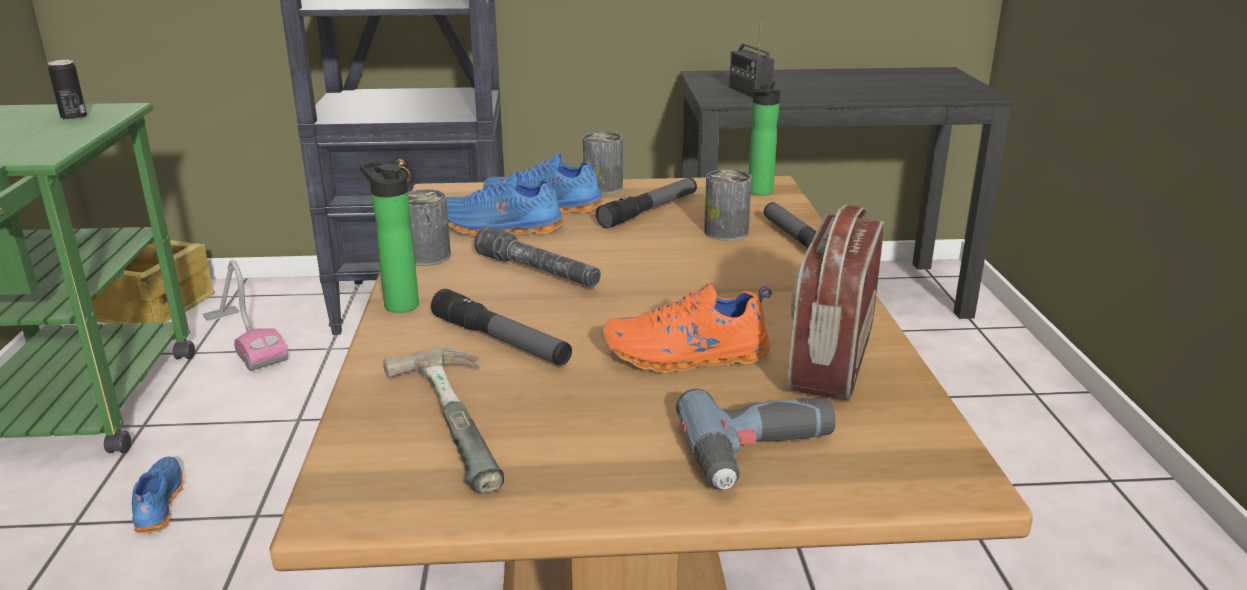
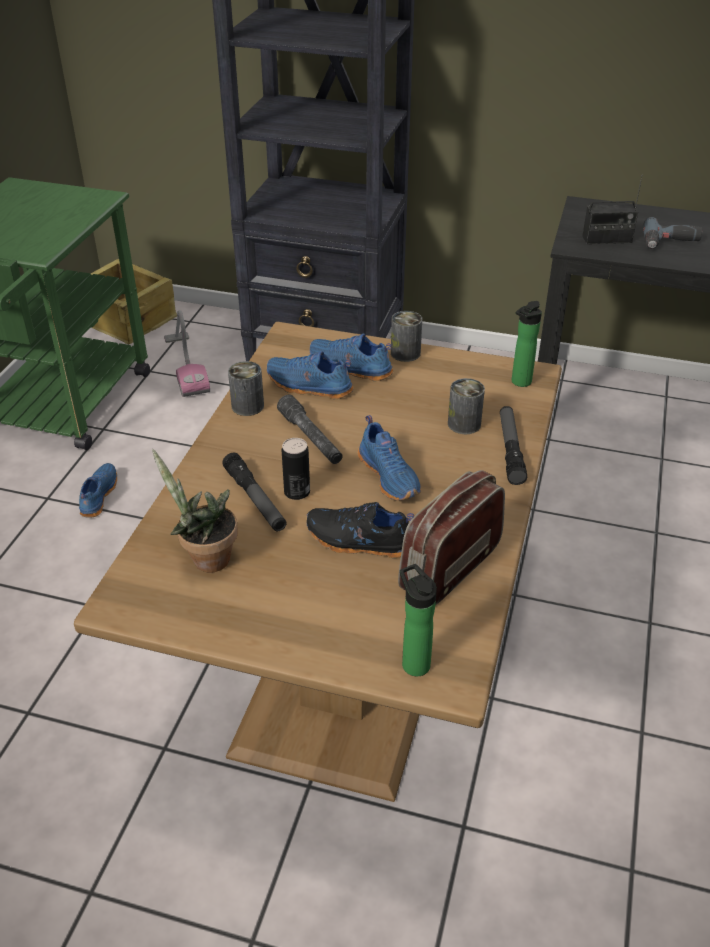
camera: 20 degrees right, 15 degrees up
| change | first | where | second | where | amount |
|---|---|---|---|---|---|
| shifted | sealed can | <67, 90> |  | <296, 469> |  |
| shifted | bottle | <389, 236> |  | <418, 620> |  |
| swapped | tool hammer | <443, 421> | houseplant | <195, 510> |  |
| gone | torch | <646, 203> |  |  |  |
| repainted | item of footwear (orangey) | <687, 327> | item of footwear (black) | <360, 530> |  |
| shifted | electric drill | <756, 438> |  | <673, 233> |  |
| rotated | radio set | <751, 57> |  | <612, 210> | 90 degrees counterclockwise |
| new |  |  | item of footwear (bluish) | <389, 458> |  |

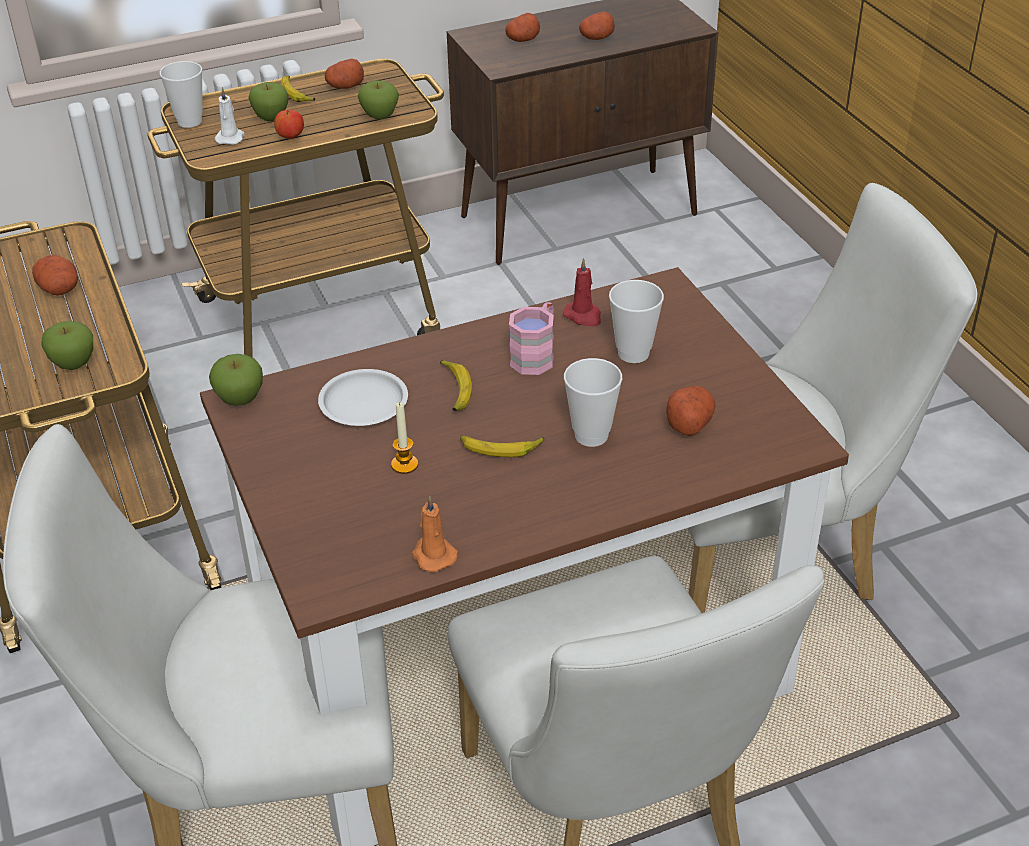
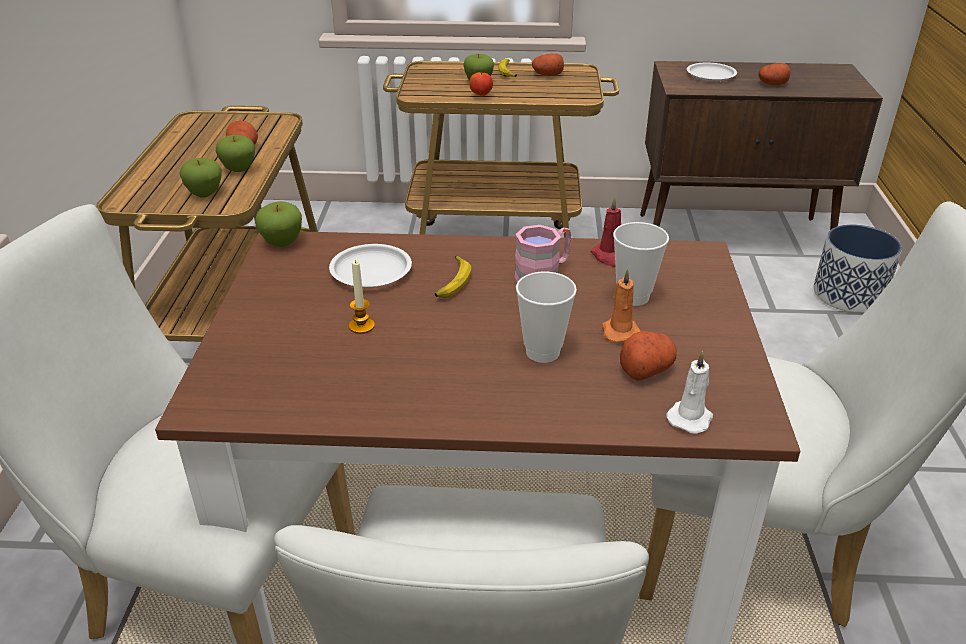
camera: 25 degrees right, 5 degrees down
| change | first | where | second | where | amount |
|---|---|---|---|---|---|
| gone | drinking cup | <181, 94> |  |  |  |
| shifted | wax light (whitish) | <230, 116> |  | <689, 392> |  |
| shifted | apple fruit | <378, 100> |  | <235, 153> |  |
| shifted | wax light (orangey) | <434, 533> |  | <621, 305> |  |
| gone | whole banana | <502, 446> |  |  |  |
| swapped | whole potato | <522, 27> | dinner plate (whitish) | <712, 71> |  |
| new |  |  | flower pot | <857, 269> |  |

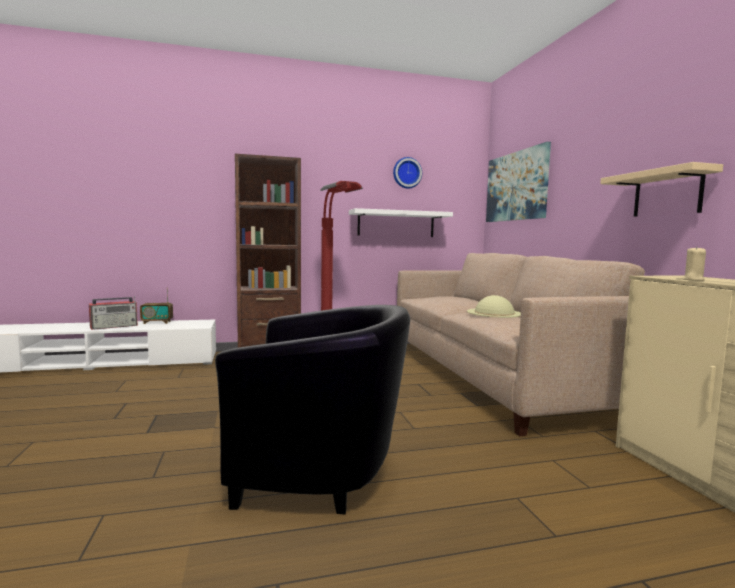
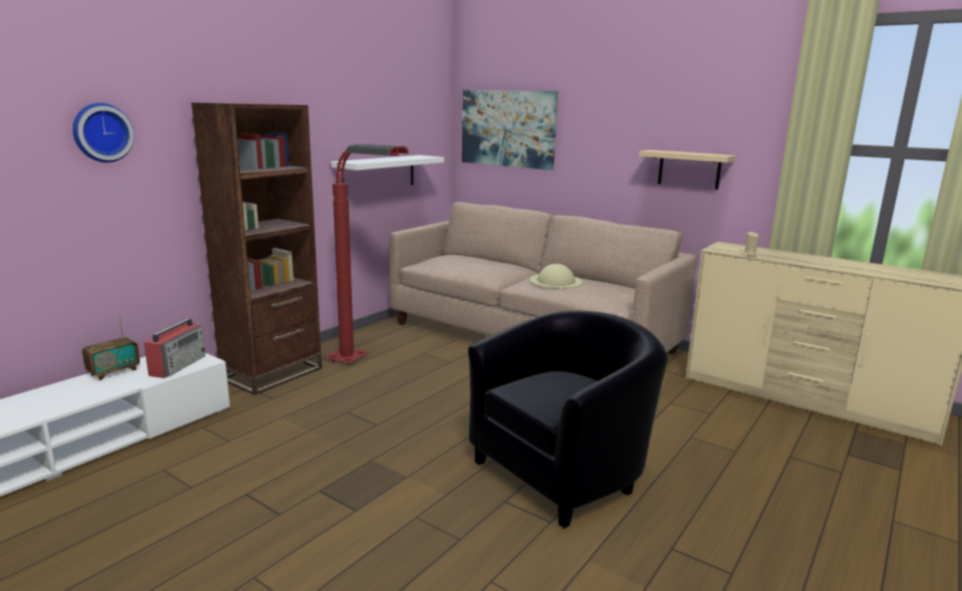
camera: 40 degrees left, 10 degrees up
| change | first | where | second | where | amount |
|---|---|---|---|---|---|
| shifted | radio set | <113, 313> |  | <175, 347> |  |
| shifted | hanging clock | <407, 173> |  | <103, 133> |  |

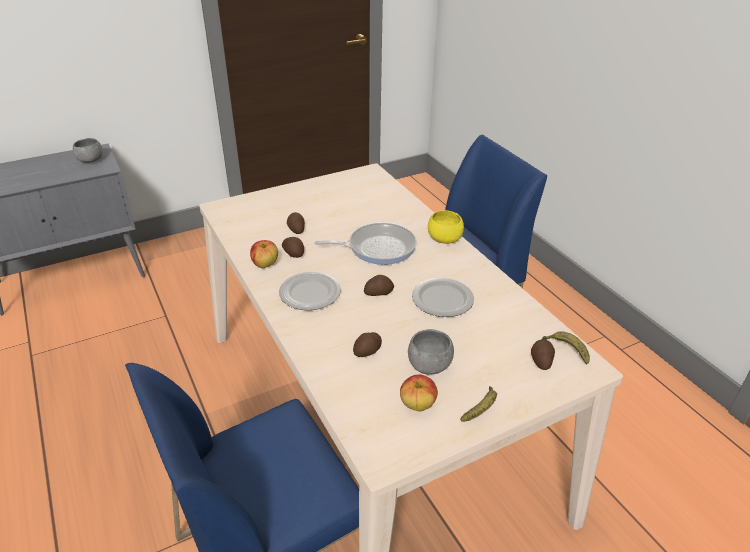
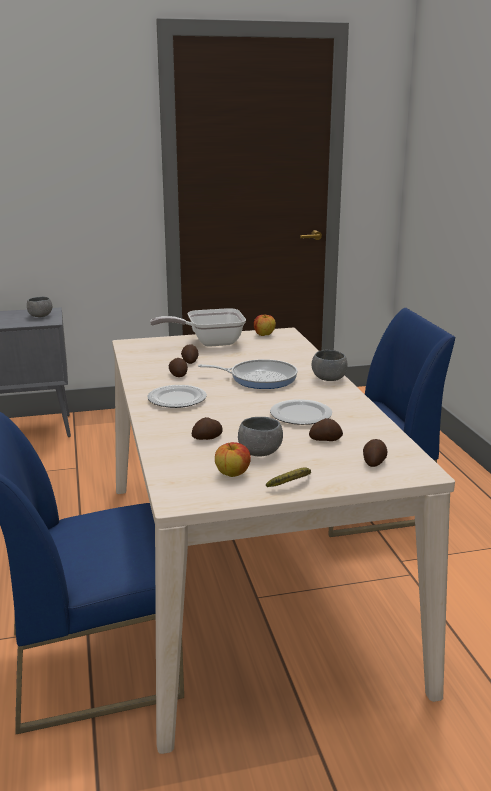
camera: 15 degrees right, 15 degrees down
| change | first | where | second | where | amount |
|---|---|---|---|---|---|
| shifted | apple fruit | <264, 254> |  | <265, 325> |  |
| shifted | whole potato | <379, 285> |  | <326, 429> |  |
| repainted | bowl (yellow-coloured) | <446, 227> | bowl (greyish) | <330, 365> |  |
| gone | whole banana | <566, 348> |  |  |  |
| new |  |  | frying pan | <198, 327> |  |

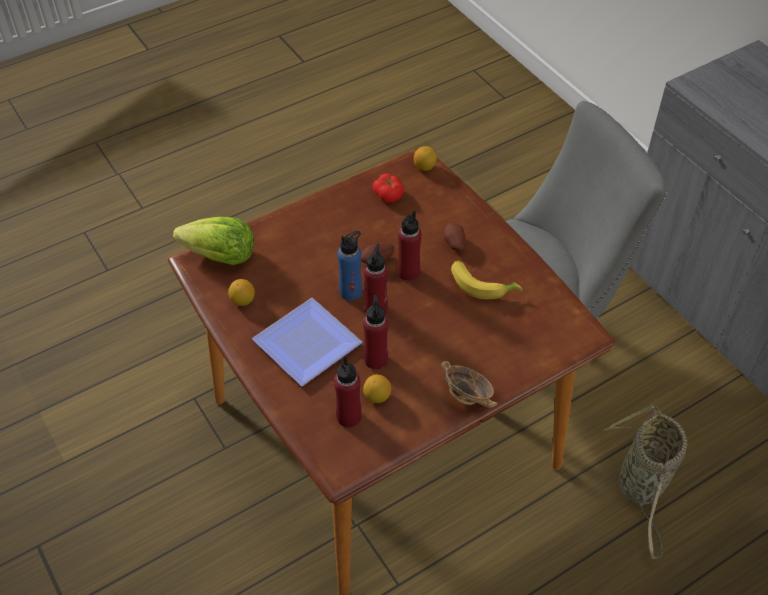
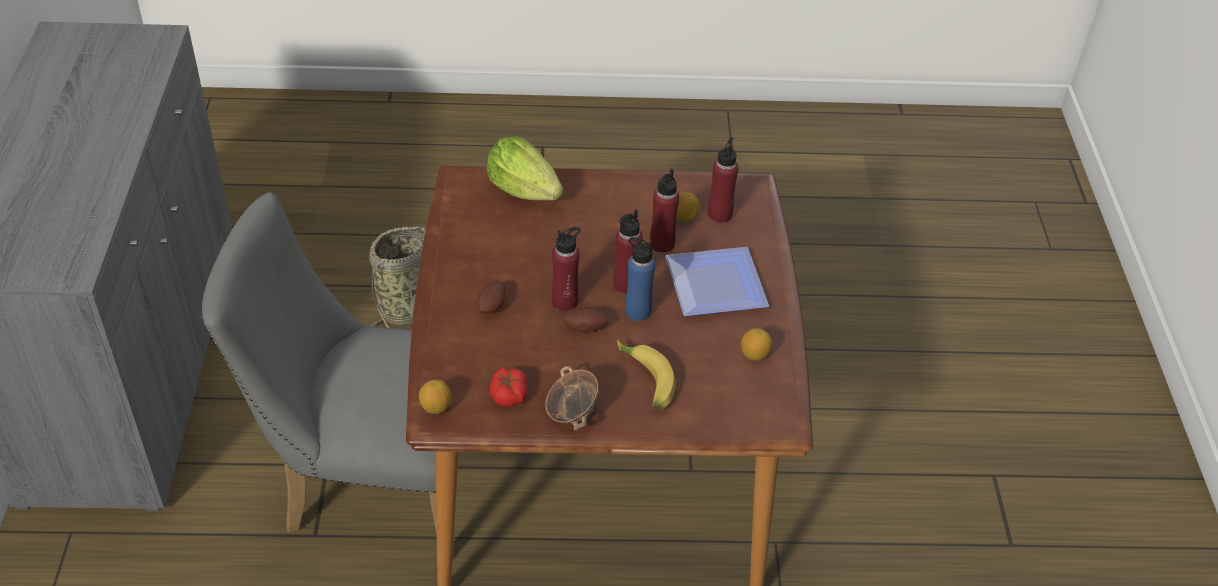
camera: 150 degrees left, 5 degrees down
| change | first | where | second | where | amount |
|---|---|---|---|---|---|
| shifted | head of lettuce | <213, 241> |  | <525, 168> |  |
| shifted | bowl | <469, 384> |  | <572, 398> |  |
| shifted | whole banana | <487, 279> |  | <646, 374> |  |

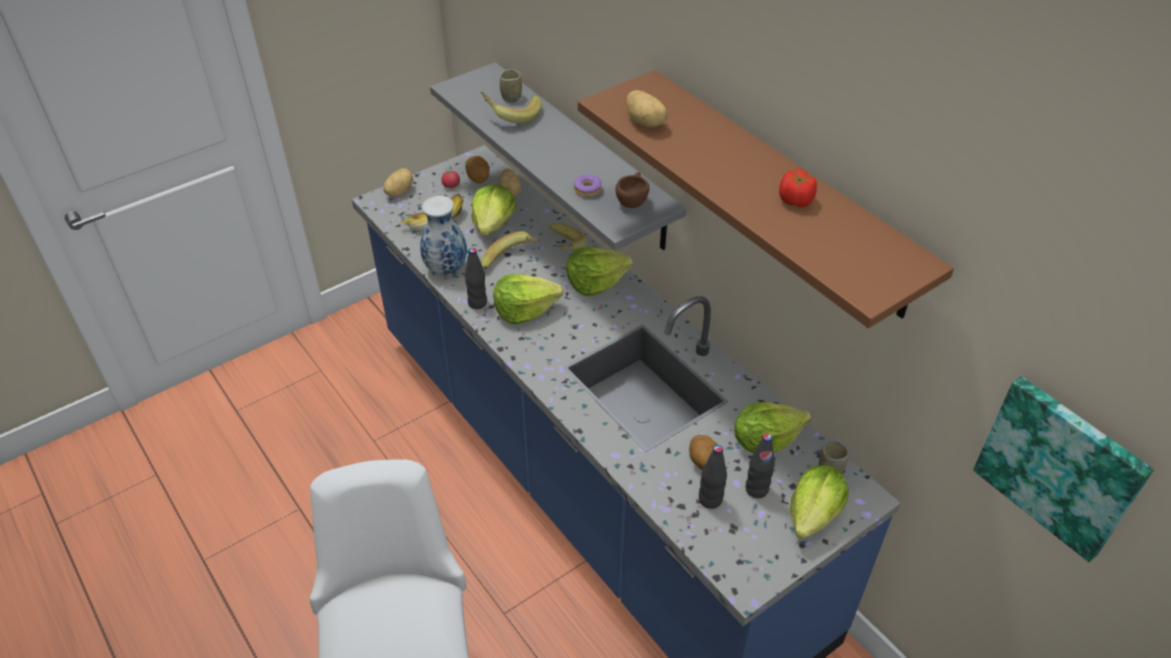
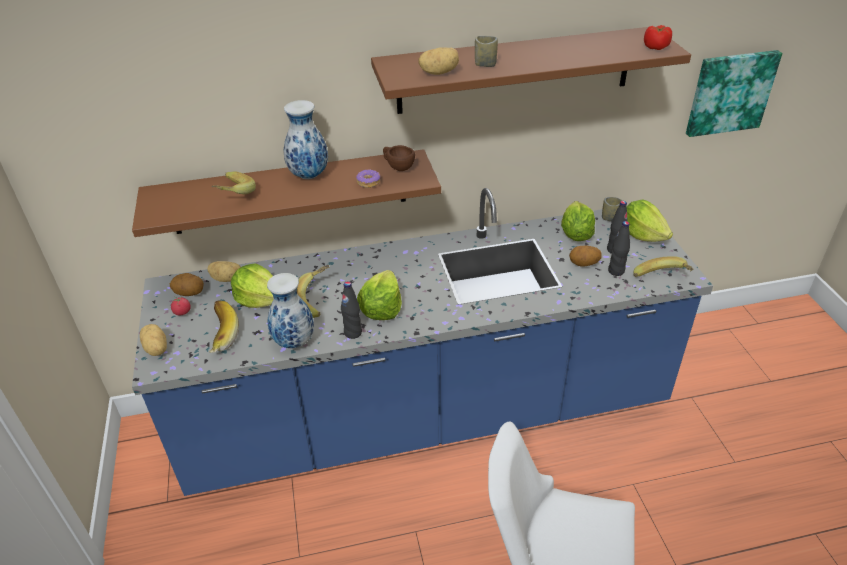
camera: 65 degrees left, 5 degrees down
| change | first | where | second | where | amount |
|---|---|---|---|---|---|
| repainted | bracket shelf (greyish) | <558, 156> | bracket shelf (brown-coloured) | <286, 193> |  |
| shifted | drinking cup | <511, 86> |  | <486, 51> |  |
| shifted | whole banana | <569, 236> |  | <663, 266> |  |
| gone | head of lettuce | <599, 271> |  |  |  |
| shifted | tomato | <798, 188> |  | <658, 37> |  |
| new |  |  | decorative vase | <306, 139> |  |

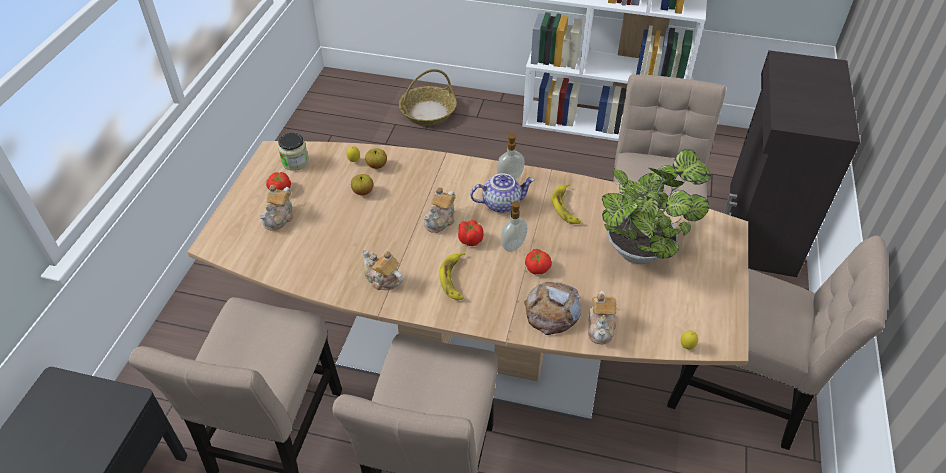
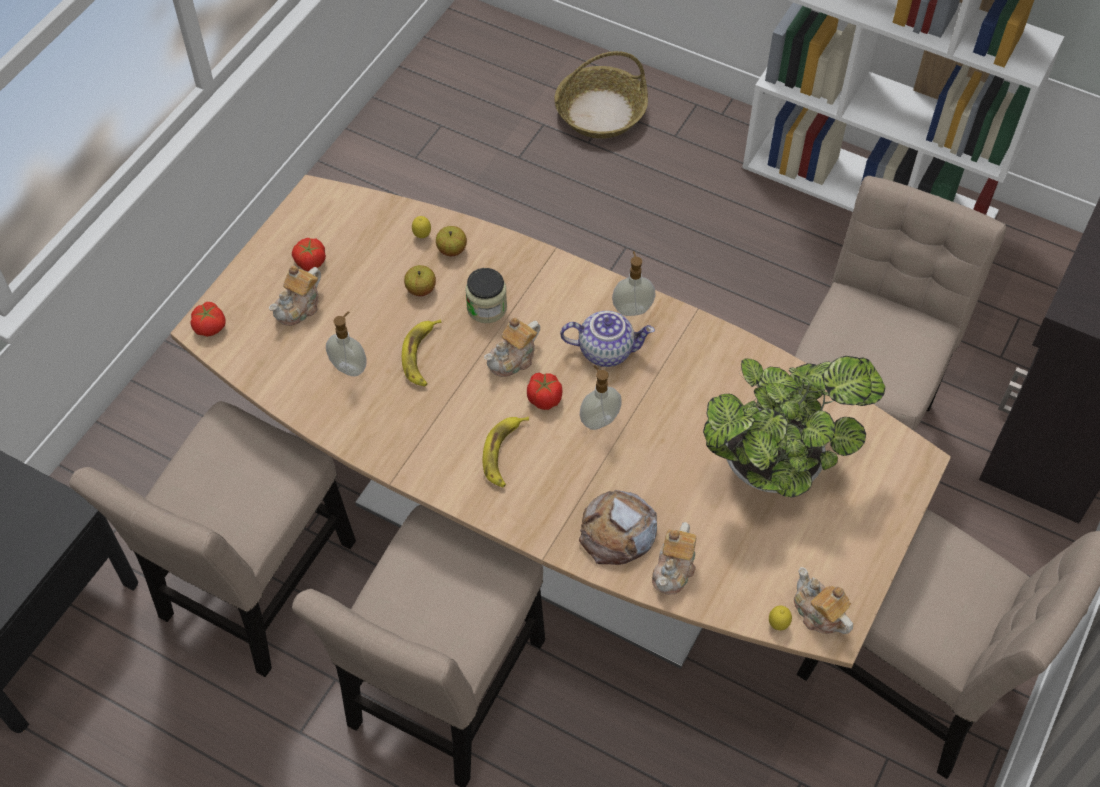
camera: 15 degrees right, 10 degrees up
| change | first | where | second | where | amount |
|---|---|---|---|---|---|
| shifted | preserve jar | <293, 152> |  | <486, 295> |  |
| shifted | teapot | <382, 270> |  | <823, 600> |  |
| shifted | tomato | <538, 262> |  | <208, 319> |  |
| shifted | whole banana | <566, 204> |  | <421, 352> |  |
| new |  |  | liquid soap bottle | <346, 344> |  |

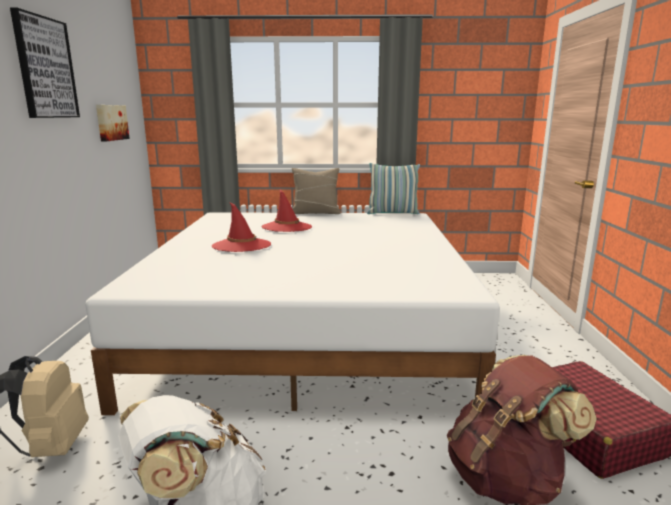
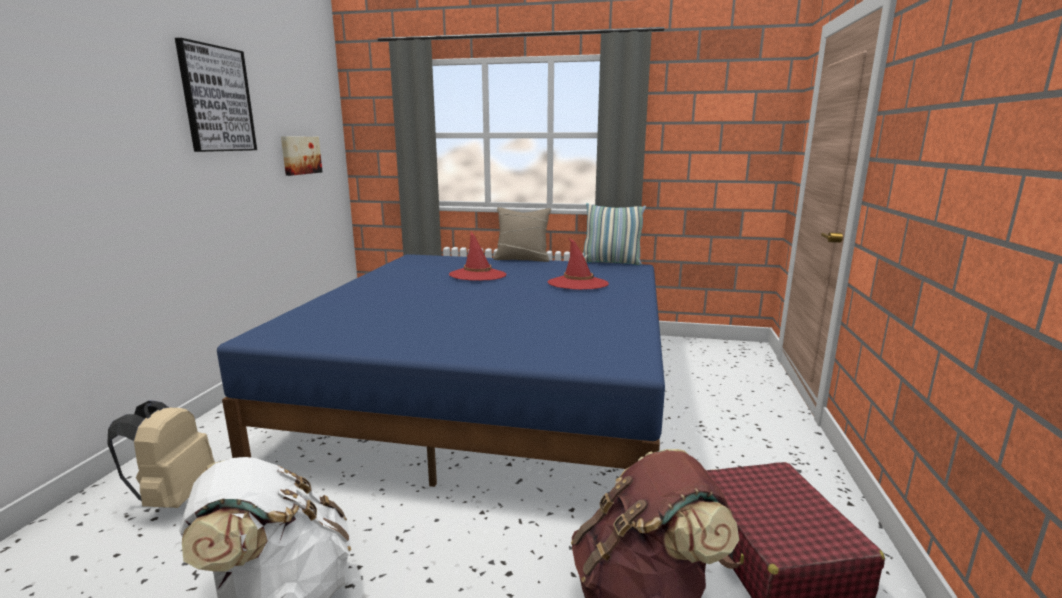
camera: 10 degrees right, 0 degrees up
| change | first | where | second | where | amount |
|---|---|---|---|---|---|
| repainted | bed (whitish) | <292, 313> | bed (bluish) | <441, 370> |  |
| shifted | clothing hat (red-coloured) | <241, 227> |  | <578, 264> |  |

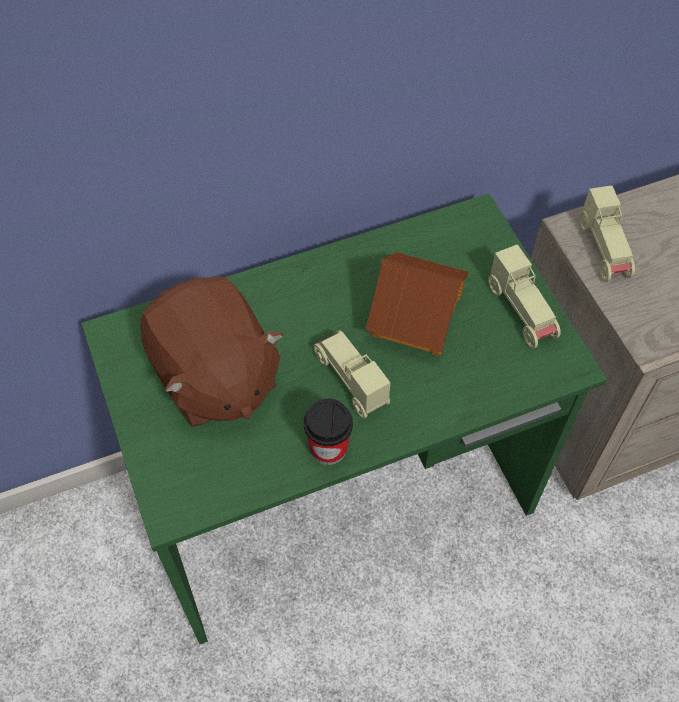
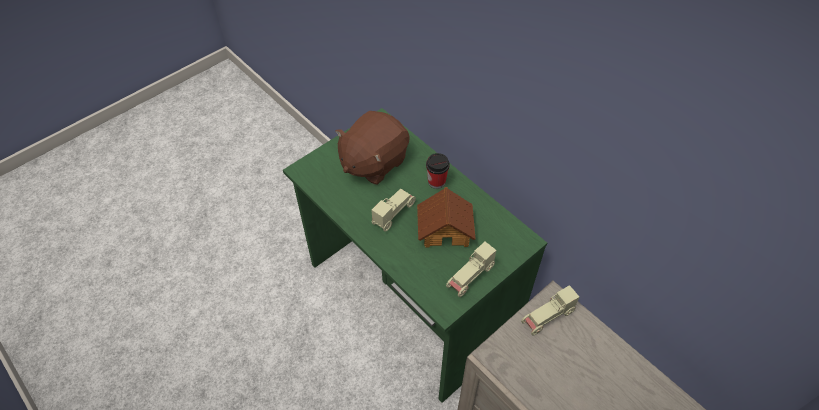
camera: 70 degrees right, 5 degrees down
| change | first | where | second | where | amount |
|---|---|---|---|---|---|
| shifted | drinking cup | <328, 431> |  | <438, 171> |  |

